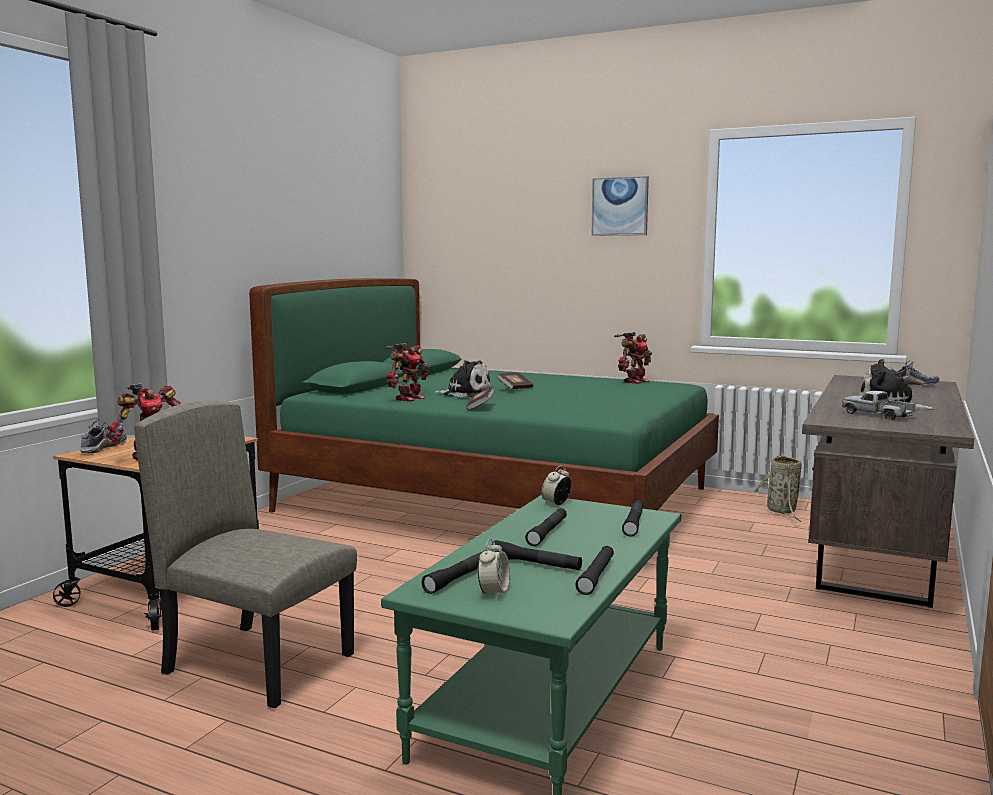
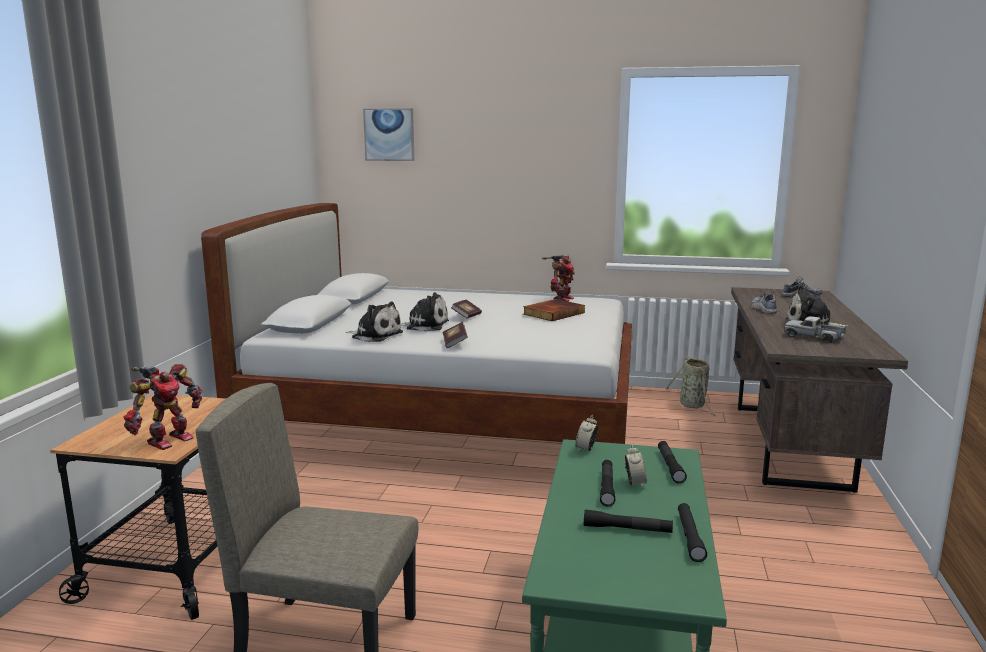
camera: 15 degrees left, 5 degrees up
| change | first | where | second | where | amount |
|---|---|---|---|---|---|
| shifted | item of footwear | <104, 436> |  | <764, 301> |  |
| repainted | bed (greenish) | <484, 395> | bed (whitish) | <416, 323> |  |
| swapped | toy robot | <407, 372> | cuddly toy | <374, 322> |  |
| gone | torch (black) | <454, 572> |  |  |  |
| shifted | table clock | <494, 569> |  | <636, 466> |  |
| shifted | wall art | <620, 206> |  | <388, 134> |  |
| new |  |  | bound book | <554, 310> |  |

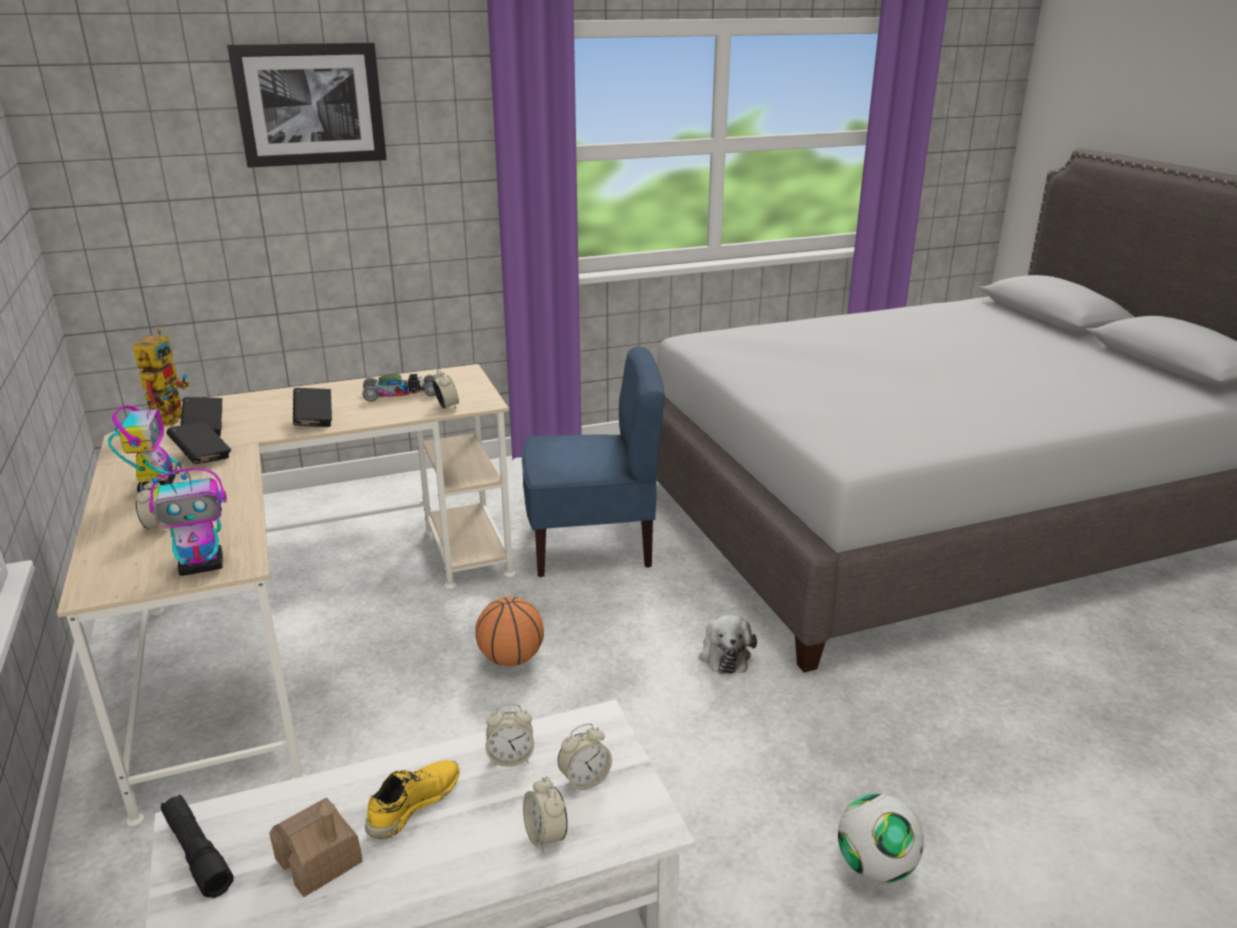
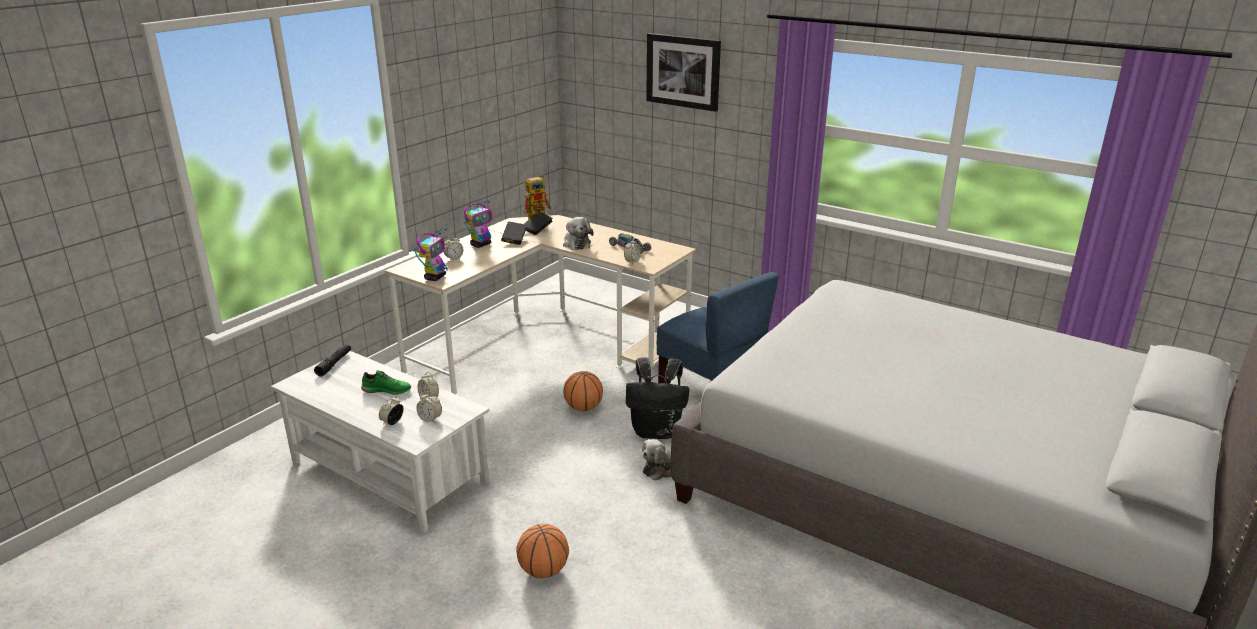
camera: 55 degrees right, 0 degrees up
| change | first | where | second | where | amount |
|---|---|---|---|---|---|
| rotated | toy robot | <188, 522> |  | <431, 254> | 105 degrees counterclockwise |
| gone | toy house | <316, 847> |  |  |  |
| swapped | bound book (black) | <312, 407> | cuddly toy | <578, 233> |  |
| repainted | item of footwear (yellow-coloured) | <412, 799> | item of footwear (greenish) | <386, 382> |  |
| swapped | ball for football | <881, 838> | ball for basketball | <542, 551> |  |
| new |  |  | knapsack (black) | <657, 398> |  |

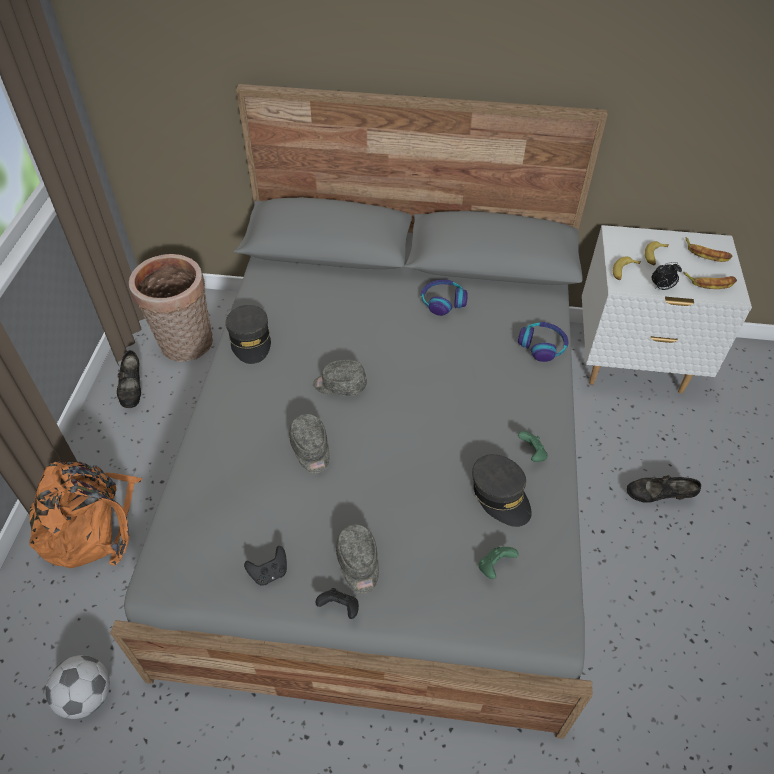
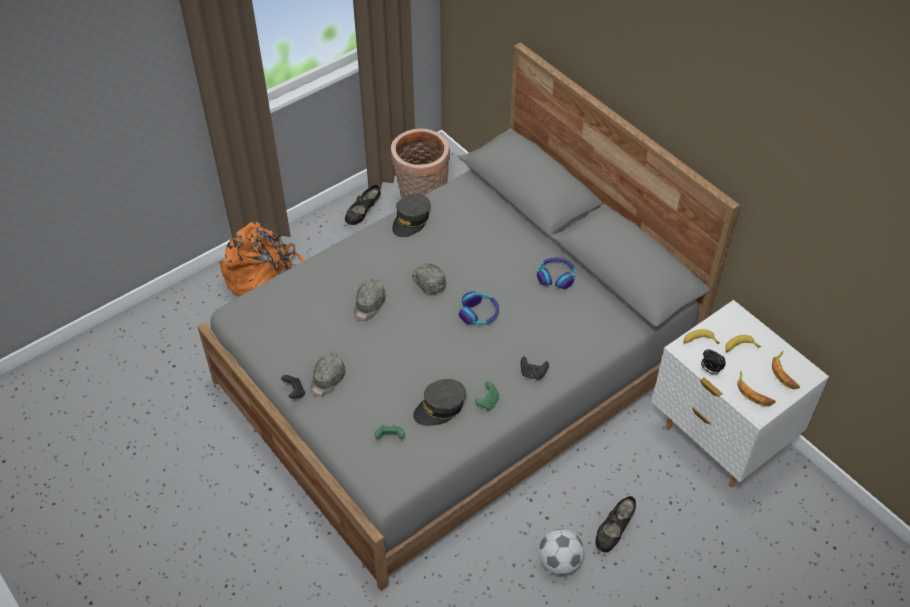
camera: 45 degrees right, 0 degrees up
| change | first | where | second | where | amount |
|---|---|---|---|---|---|
| shifted | ball for football | <78, 687> |  | <561, 552> |  |
| shifted | joypad (black) | <265, 566> |  | <535, 368> |  |
| rotated | cap (greyish) | <501, 490> |  | <439, 402> | 45 degrees clockwise |
| shifted | headset | <543, 342> |  | <479, 308> |  |
| rotated | item of footwear (black) | <664, 489> |  | <615, 524> | 105 degrees counterclockwise |

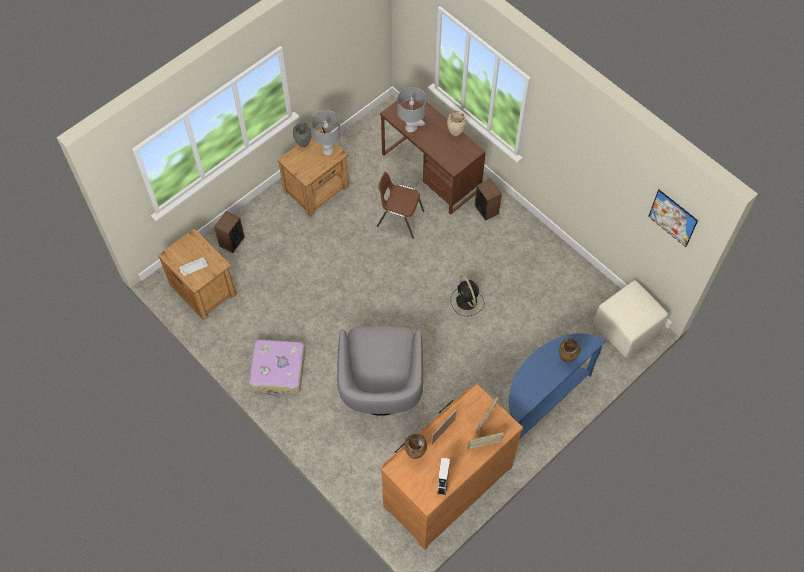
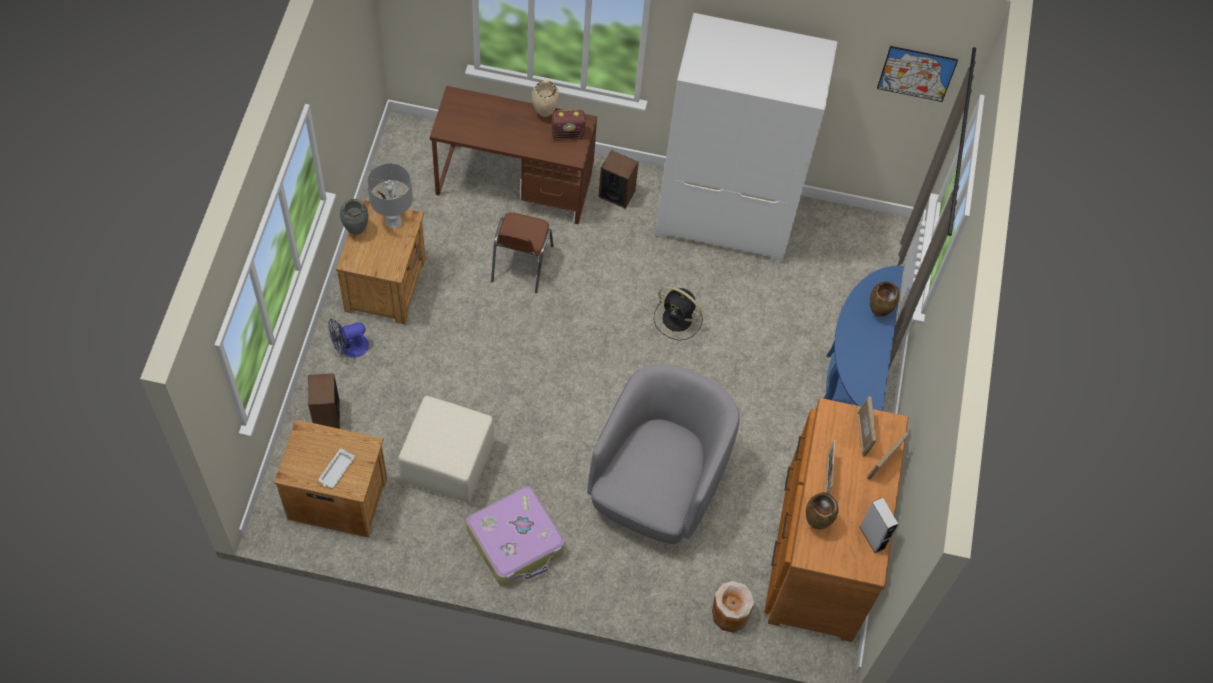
camera: 40 degrees left, 0 degrees up
| change | first | where | second | where | amount |
|---|---|---|---|---|---|
| rotated | lounge chair (greyish) | <380, 371> |  | <663, 454> | 120 degrees counterclockwise |
| rotated | plain chair (brown-coloured) | <400, 205> |  | <522, 252> | 60 degrees counterclockwise |
| gone | table lamp (greyish) | <411, 109> |  |  |  |
| shifted | footrest (sand-coloured) | <630, 319> |  | <446, 449> |  |
| new |  |  | fan | <348, 338> |  |
| new |  |  | radio set | <569, 125> |  |
| new |  |  | wardrobe (whitish) | <746, 137> |  |
| new |  |  | decorative vase (sand-coloured) | <733, 607> |  |

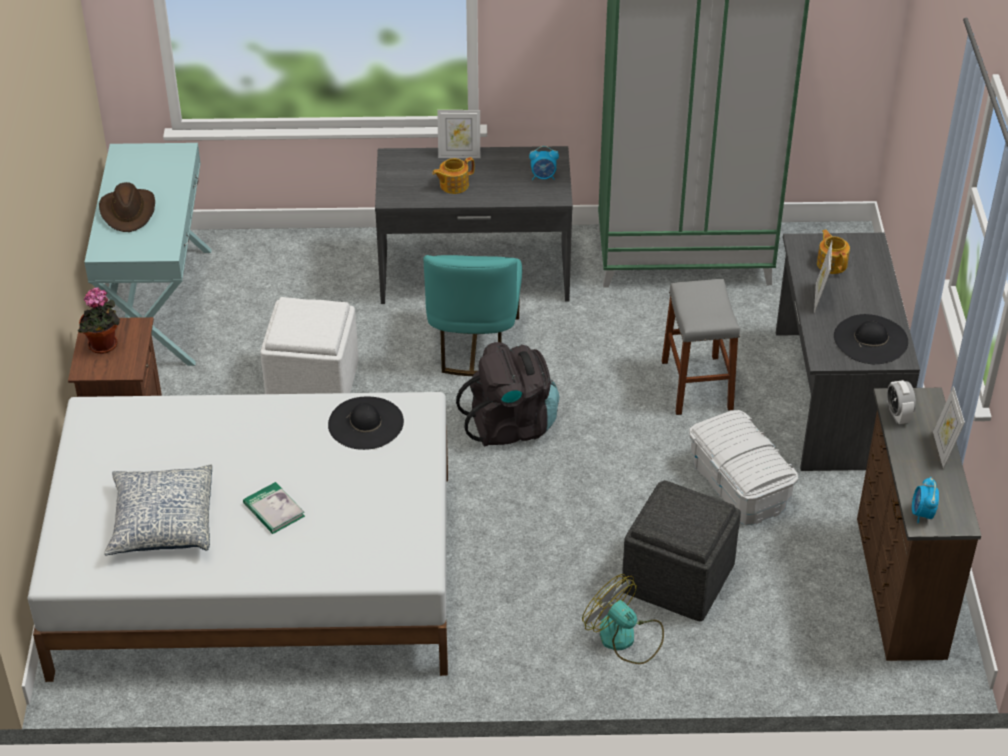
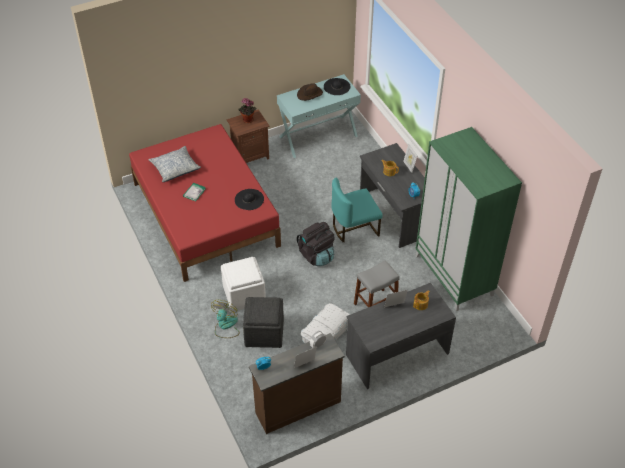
camera: 65 degrees right, 5 degrees up
| change | first | where | second | where | amount |
|---|---|---|---|---|---|
| repainted | bed (whitish) | <238, 537> | bed (red-coloured) | <205, 203> |  |
| shifted | footrest (whitish) | <309, 345> |  | <243, 284> |  |
| shifted | clothing hat (black) | <871, 339> |  | <337, 86> |  |

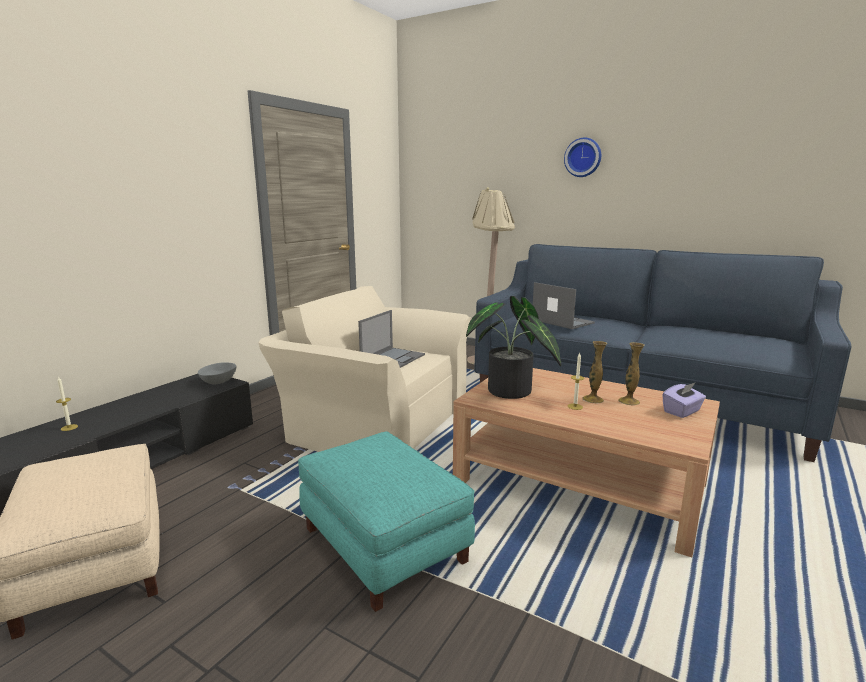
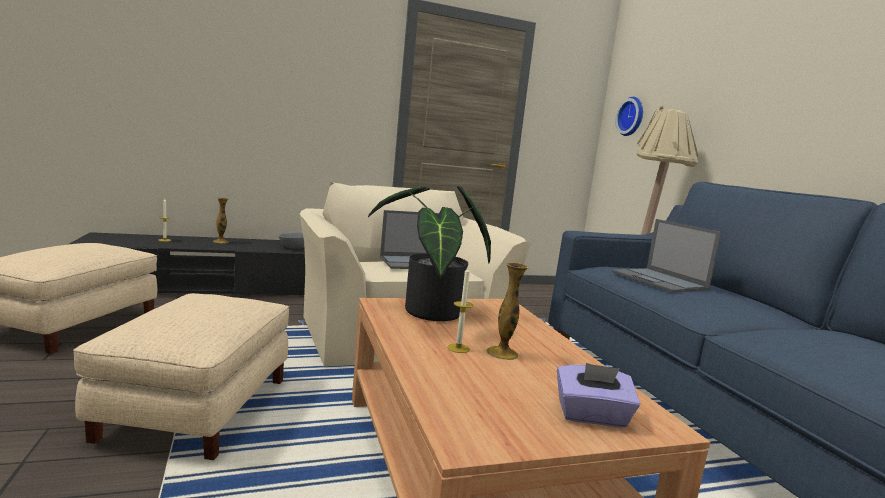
camera: 40 degrees right, 5 degrees down
| change | first | where | second | where | amount |
|---|---|---|---|---|---|
| repainted | footrest (turquoise) | <386, 521> | footrest (sand-coloured) | <181, 376> |  |
| rotated | portable computer | <564, 305> |  | <666, 256> | 150 degrees clockwise |
| shifted | hanging clock | <582, 157> |  | <629, 116> |  |
| shifted | decorative vase | <631, 374> |  | <221, 220> |  |

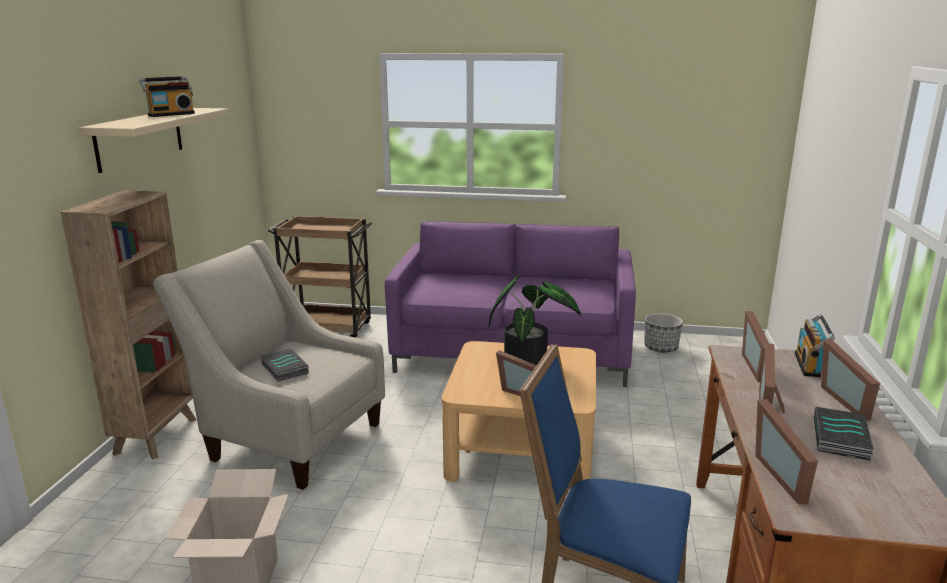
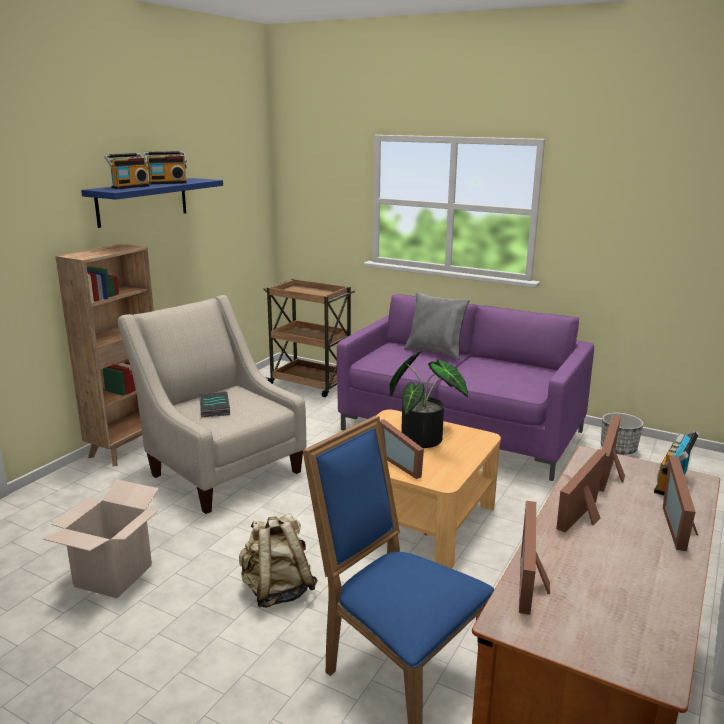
camera: 20 degrees right, 0 degrees up
| change | first | where | second | where | amount |
|---|---|---|---|---|---|
| repainted | bracket shelf (sand-coloured) | <153, 140> | bracket shelf (bluish) | <152, 203> |  |
| gone | bound book | <844, 434> |  |  |  |
| new |  |  | radio set | <127, 171> |  |
| new |  |  | knapsack (sand-coloured) | <278, 560> |  |
| new |  |  | throw pillow (greyish) | <437, 326> |  |

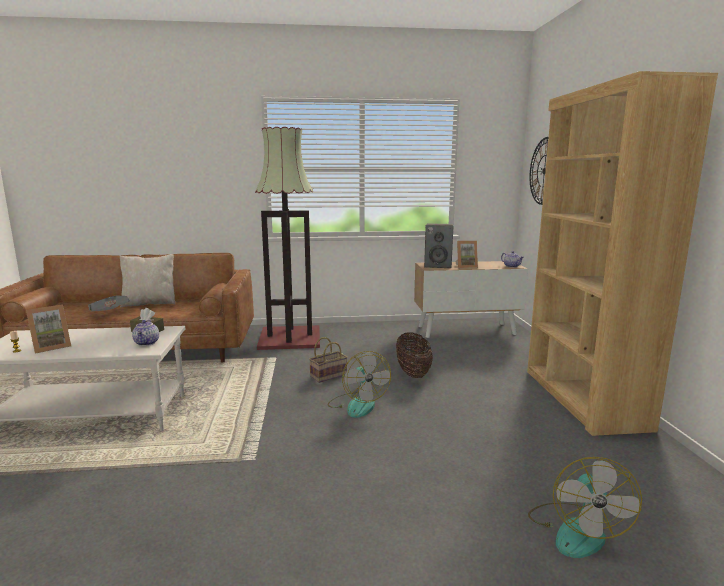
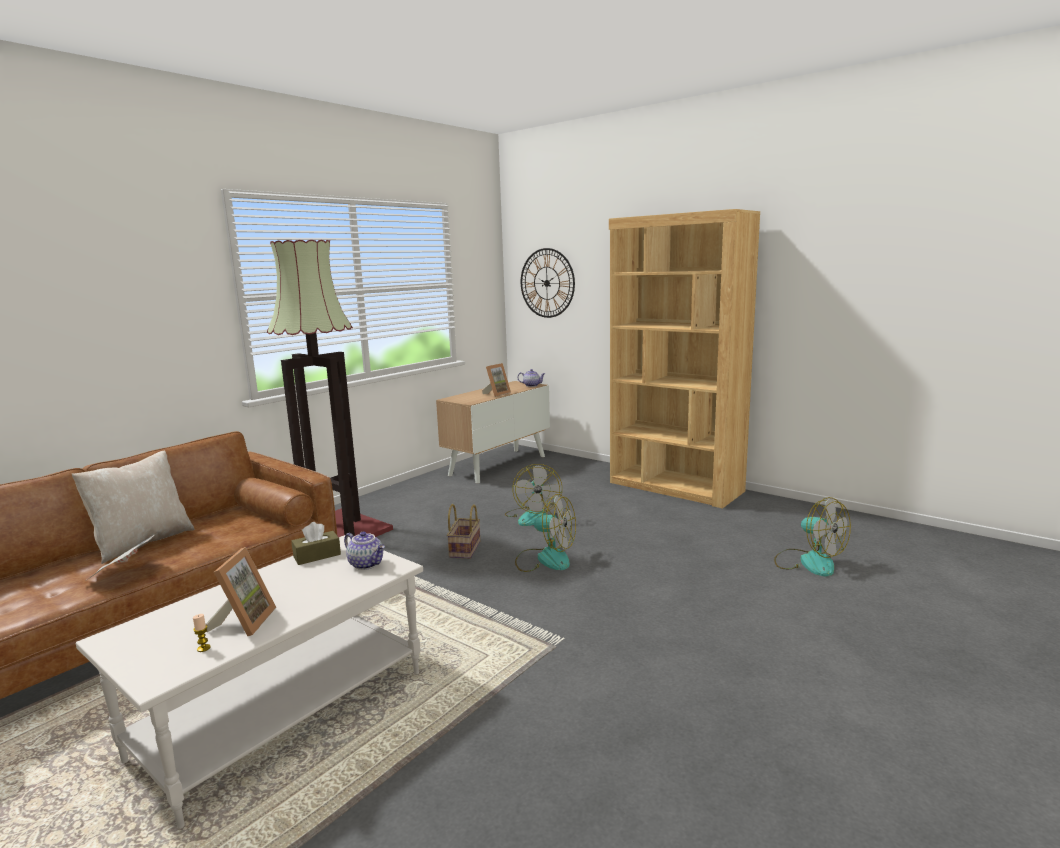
camera: 45 degrees left, 0 degrees up
| change | first | where | second | where | amount |
|---|---|---|---|---|---|
| swapped | basket | <414, 355> | fan | <533, 495> |  |
| gone | audio speaker | <438, 246> |  |  |  |

